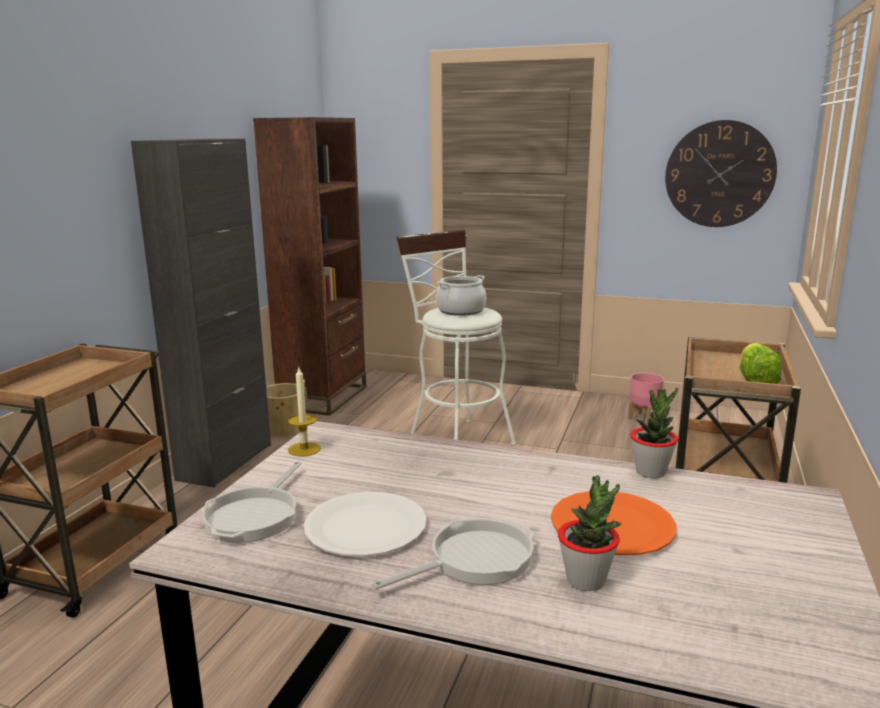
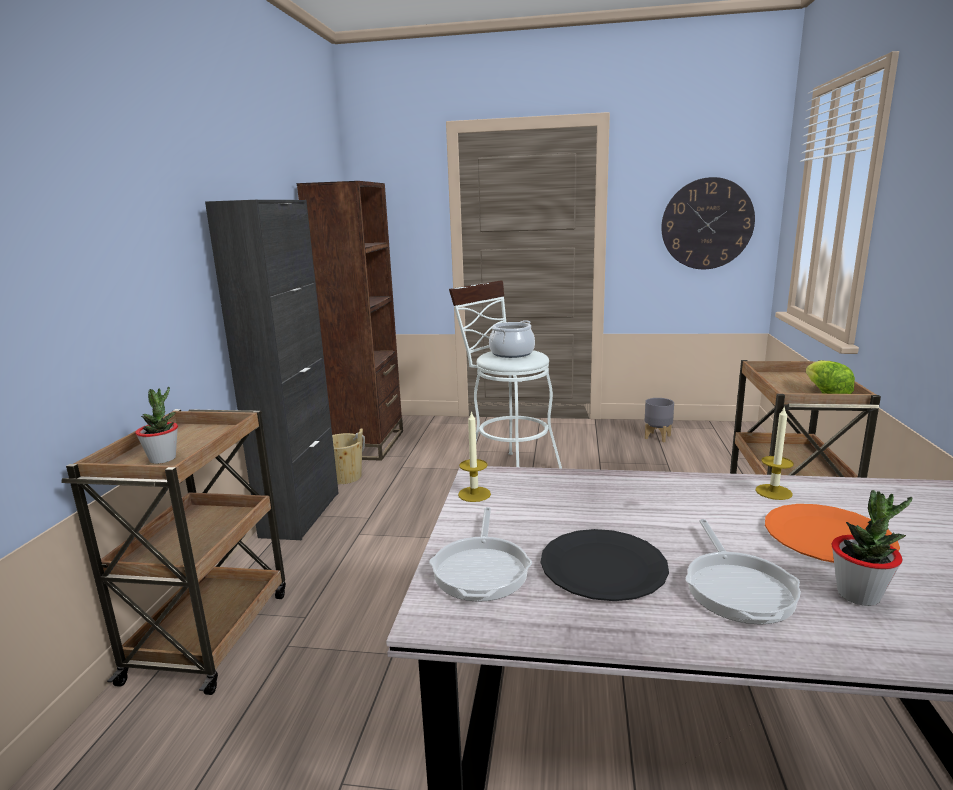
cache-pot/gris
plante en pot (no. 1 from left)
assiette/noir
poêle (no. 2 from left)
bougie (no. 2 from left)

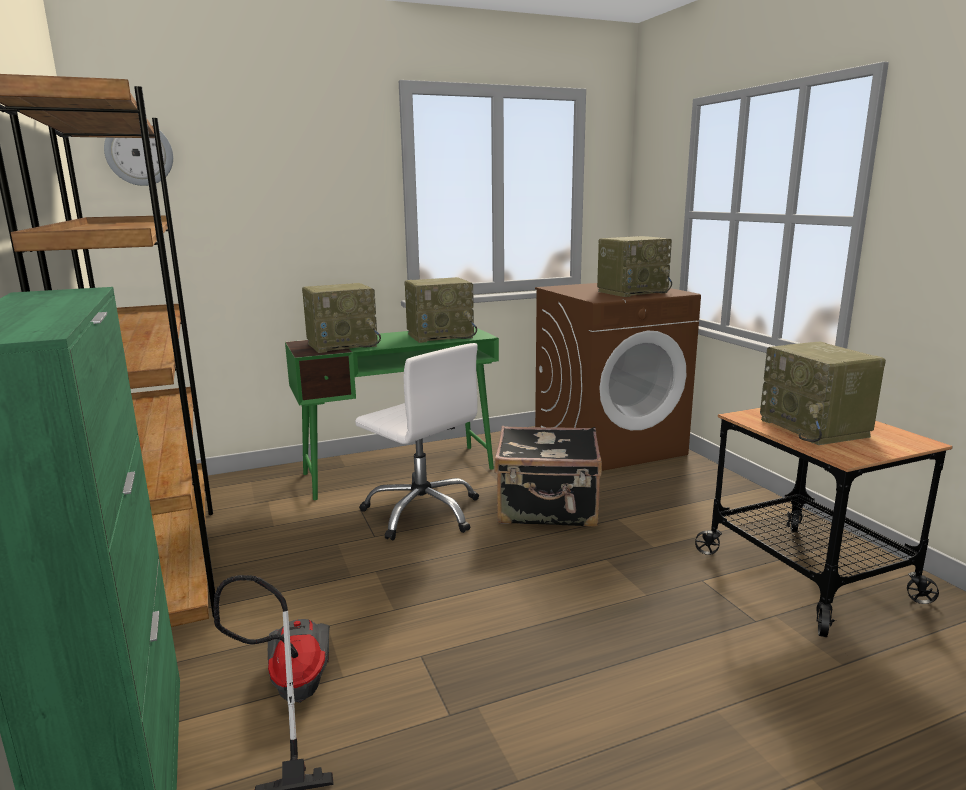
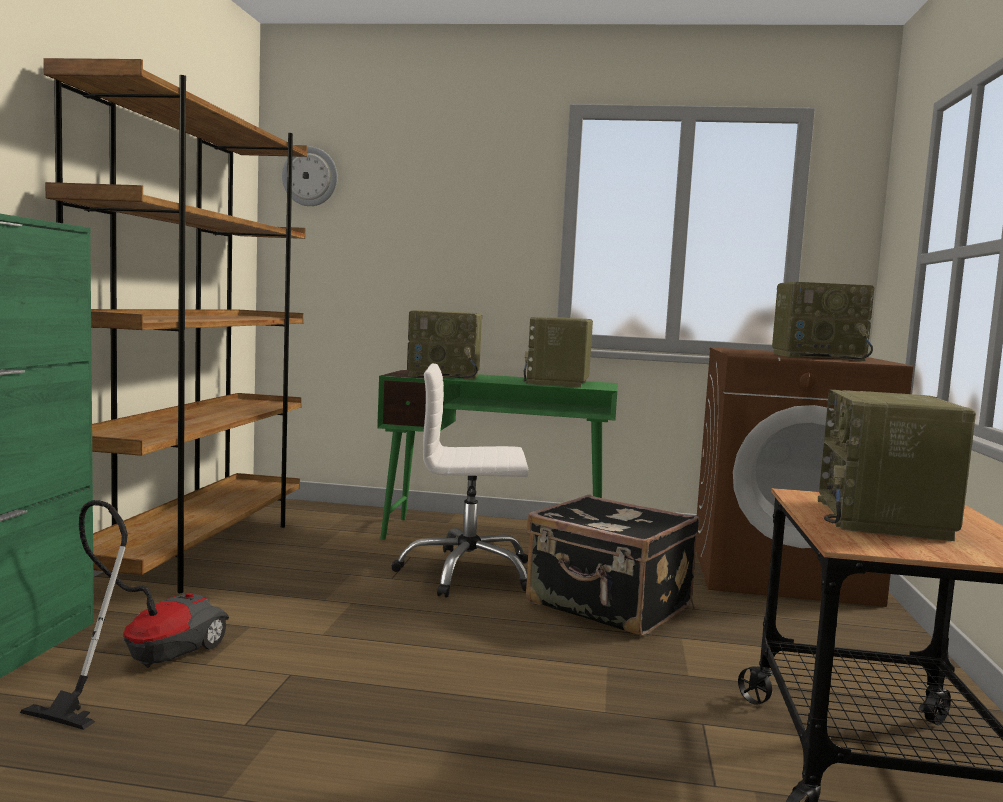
radio (no. 2 from left)
chaise de bureau/blanc

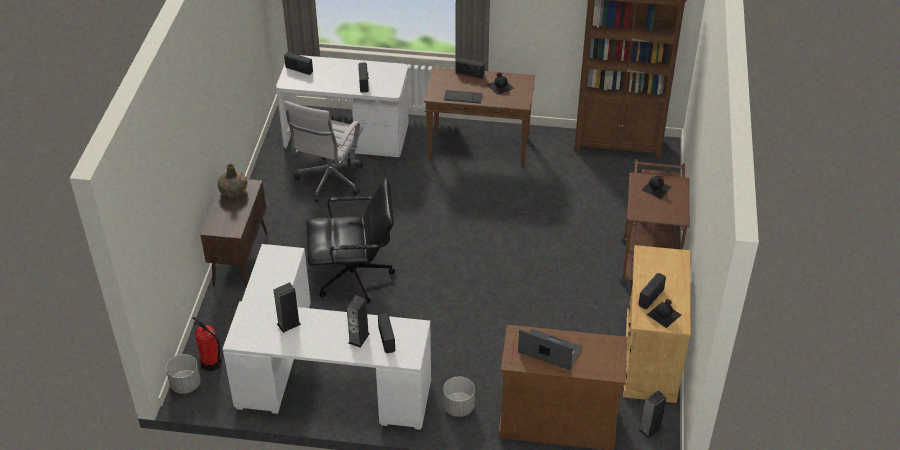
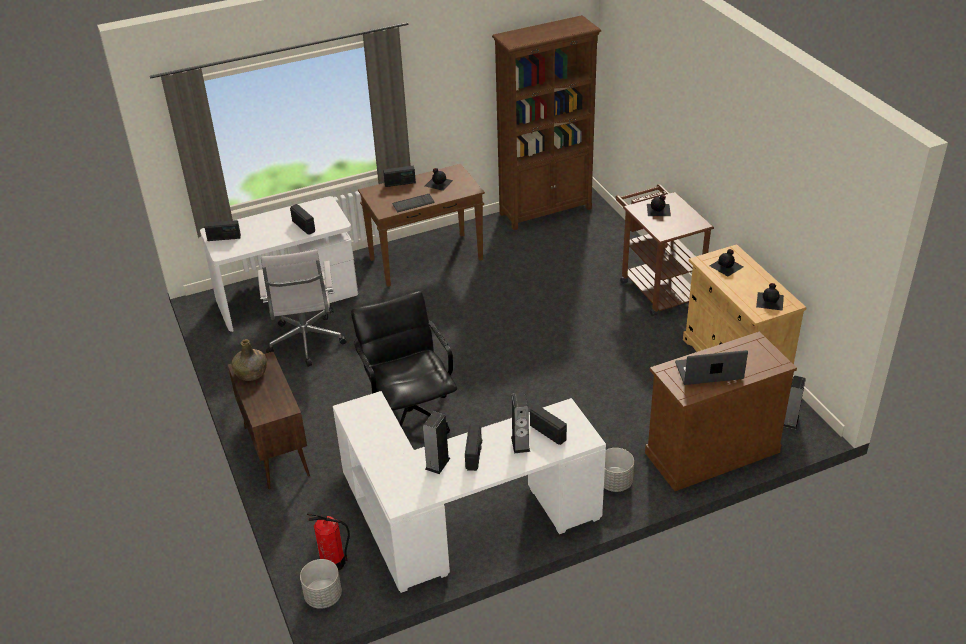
chaise de bureau/noir
radio (no. 4 from left)
bouteille/noir (no. 3 from left)

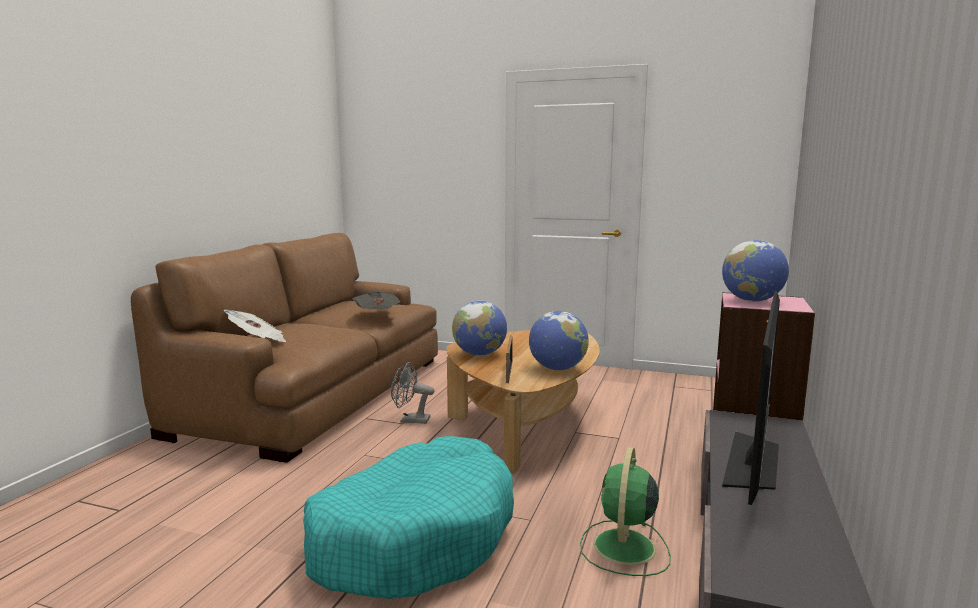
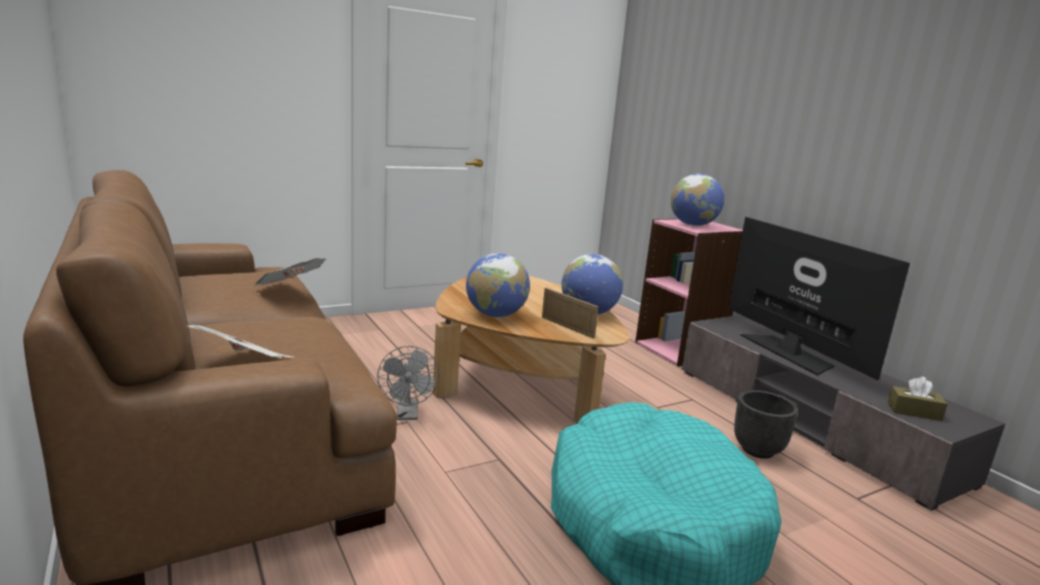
ventilateur/gris
cache-pot/noir
boîte à mouchoirs/marron

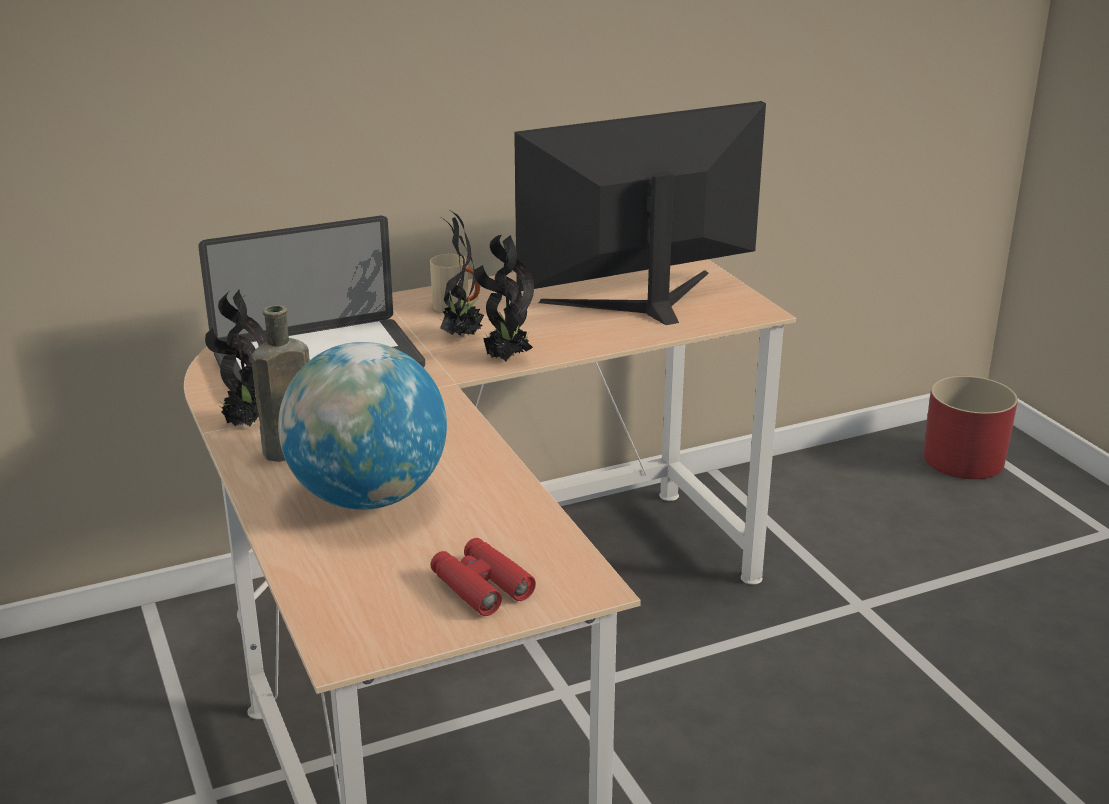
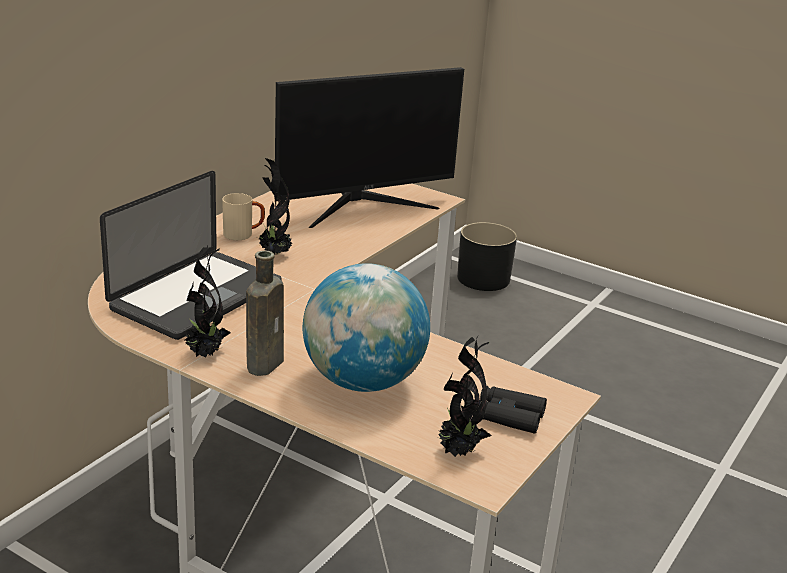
écran d'ordinateur
plante en pot (no. 3 from left)
cache-pot/noir
jumelles/noir

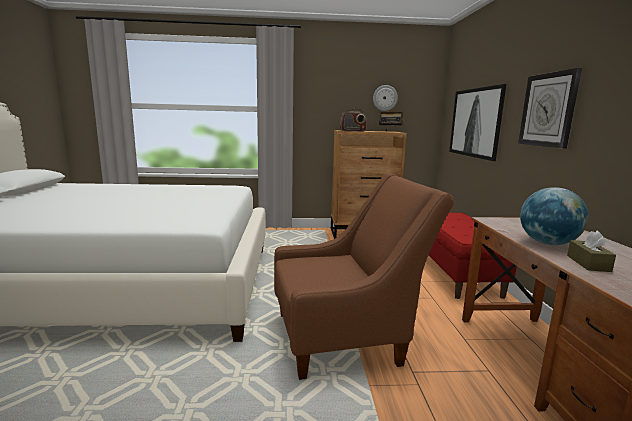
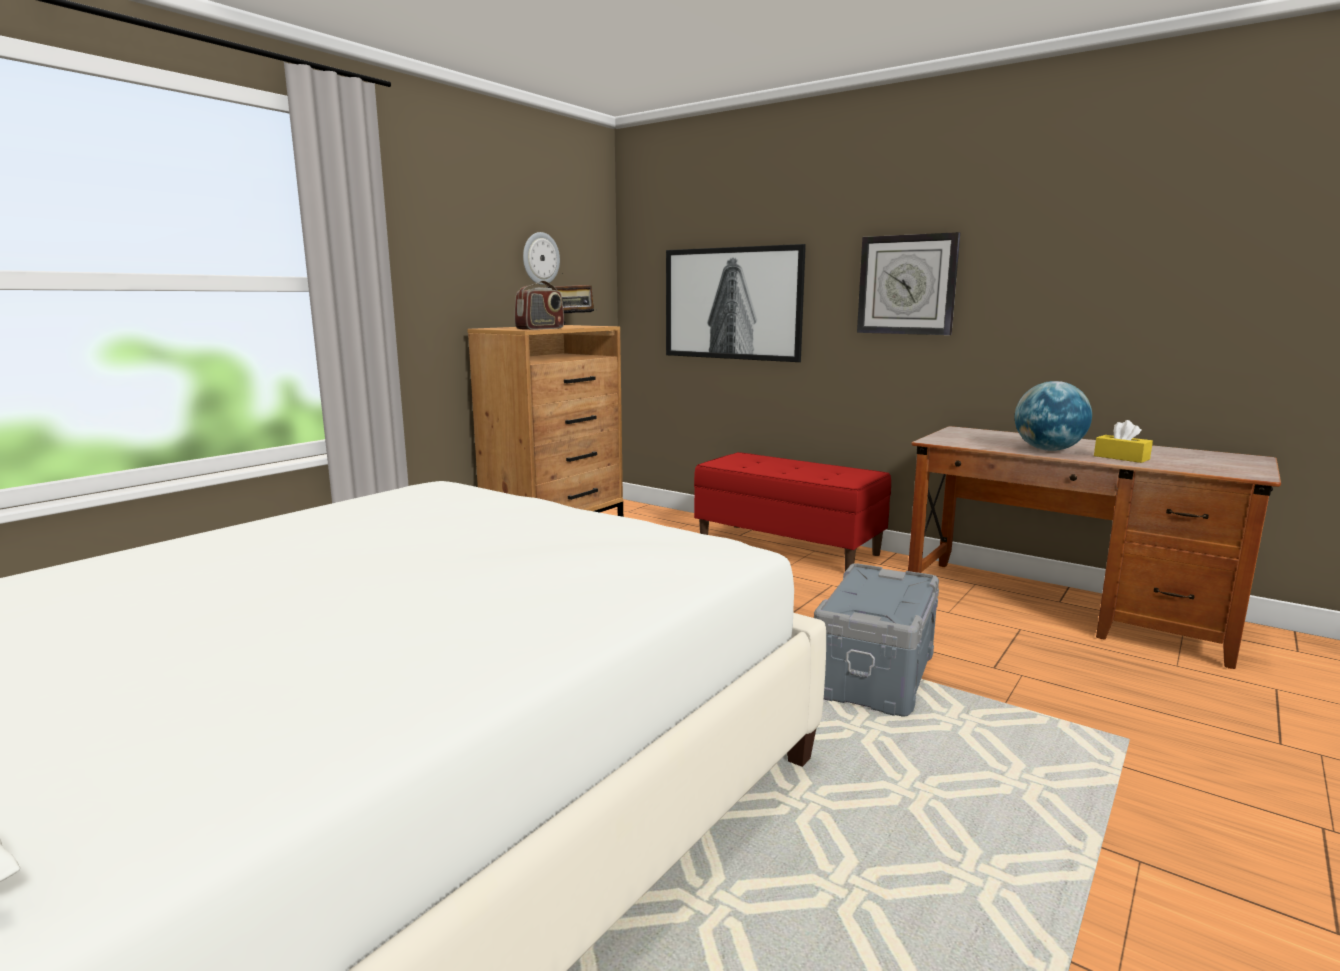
boîte de rangement/gris
boîte à mouchoirs/jaune

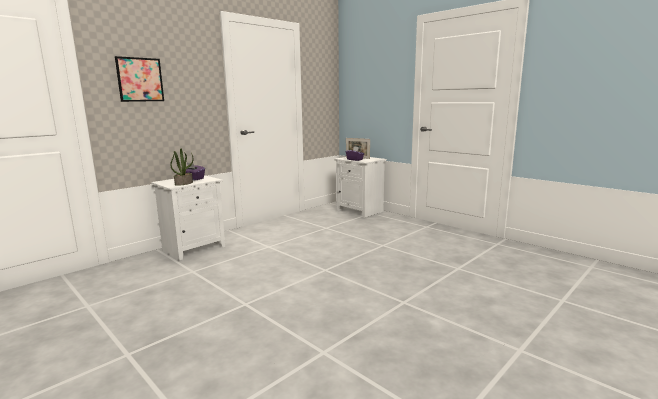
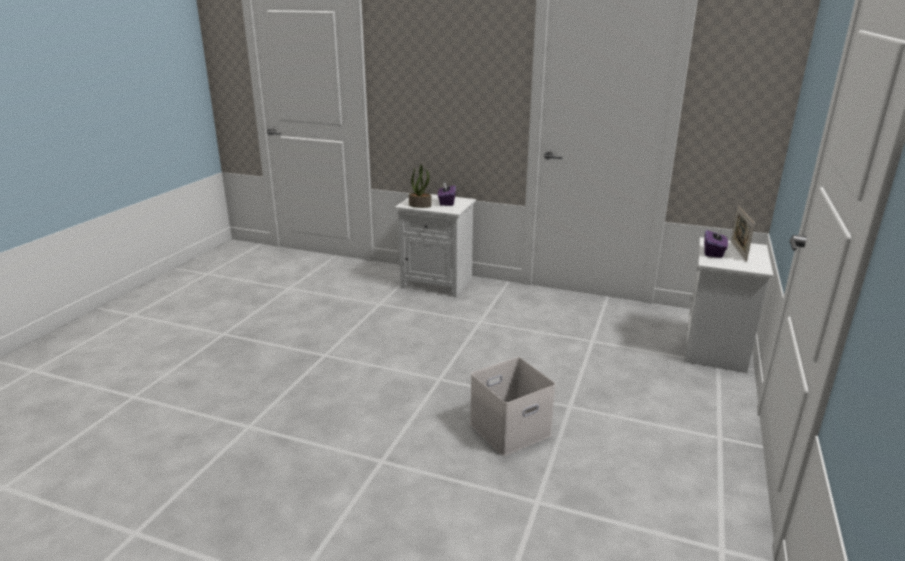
tableau
boîte de rangement/blanc

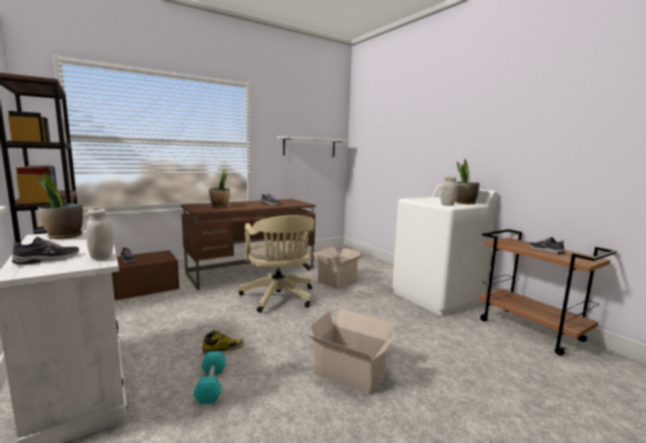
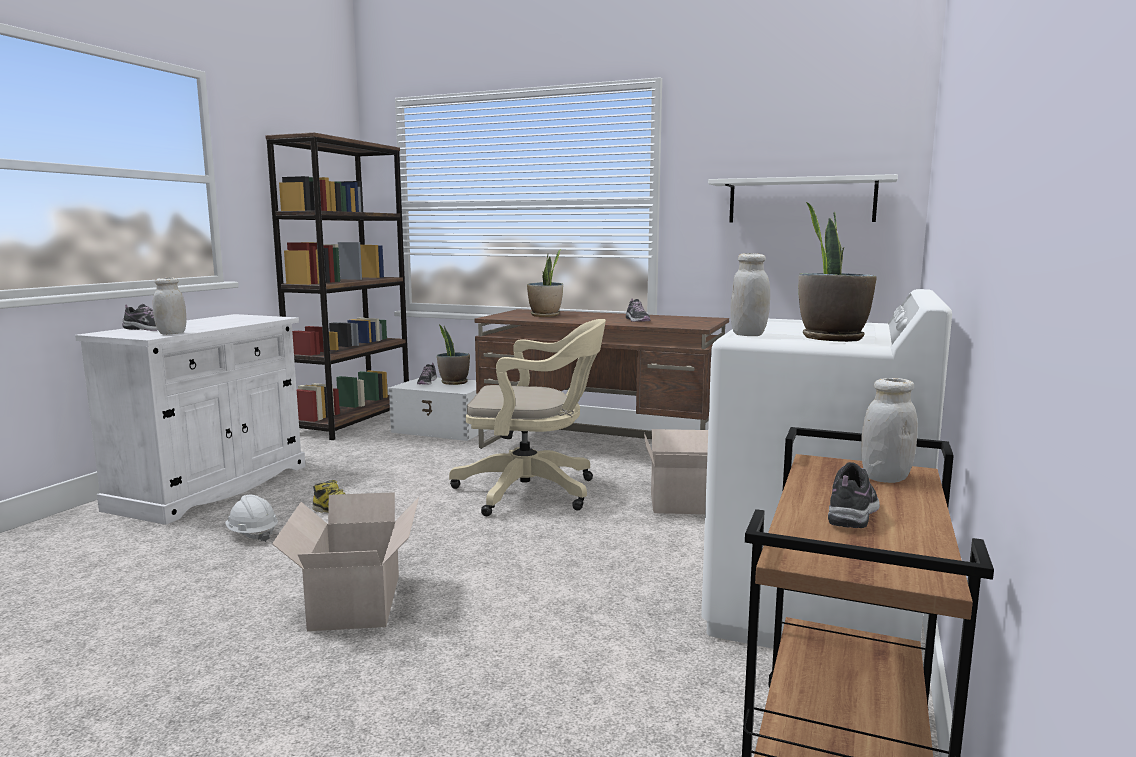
plante en pot (no. 1 from left)
chaise de bureau/beige
boîte de rangement/blanc
casque de chantier/blanc
bocal/blanc (no. 3 from left)

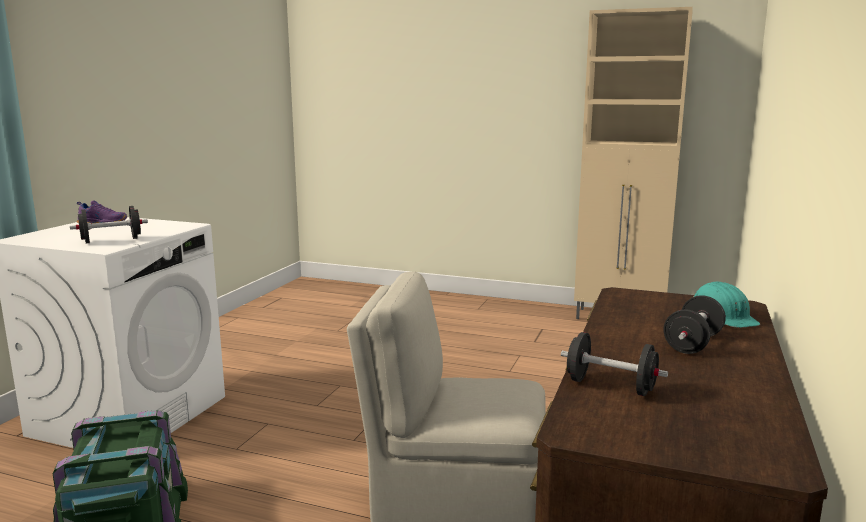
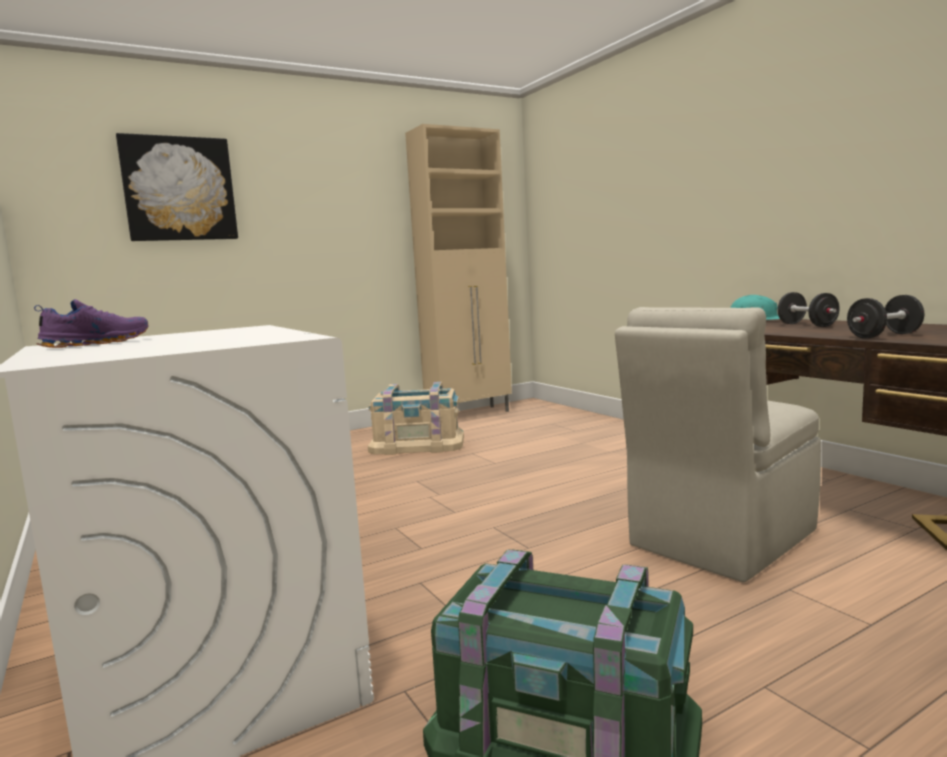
haltère/noir (no. 1 from left in the first image)
tableau
boîte de rangement/beige

